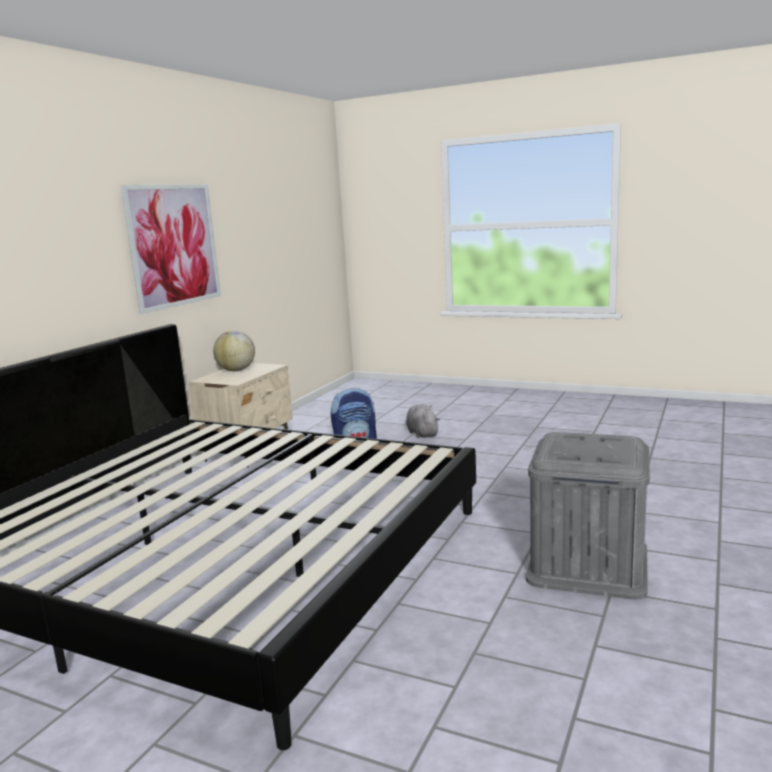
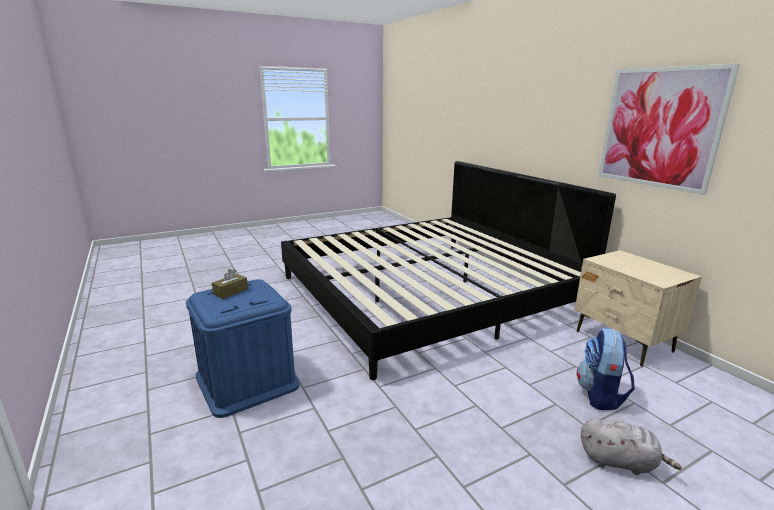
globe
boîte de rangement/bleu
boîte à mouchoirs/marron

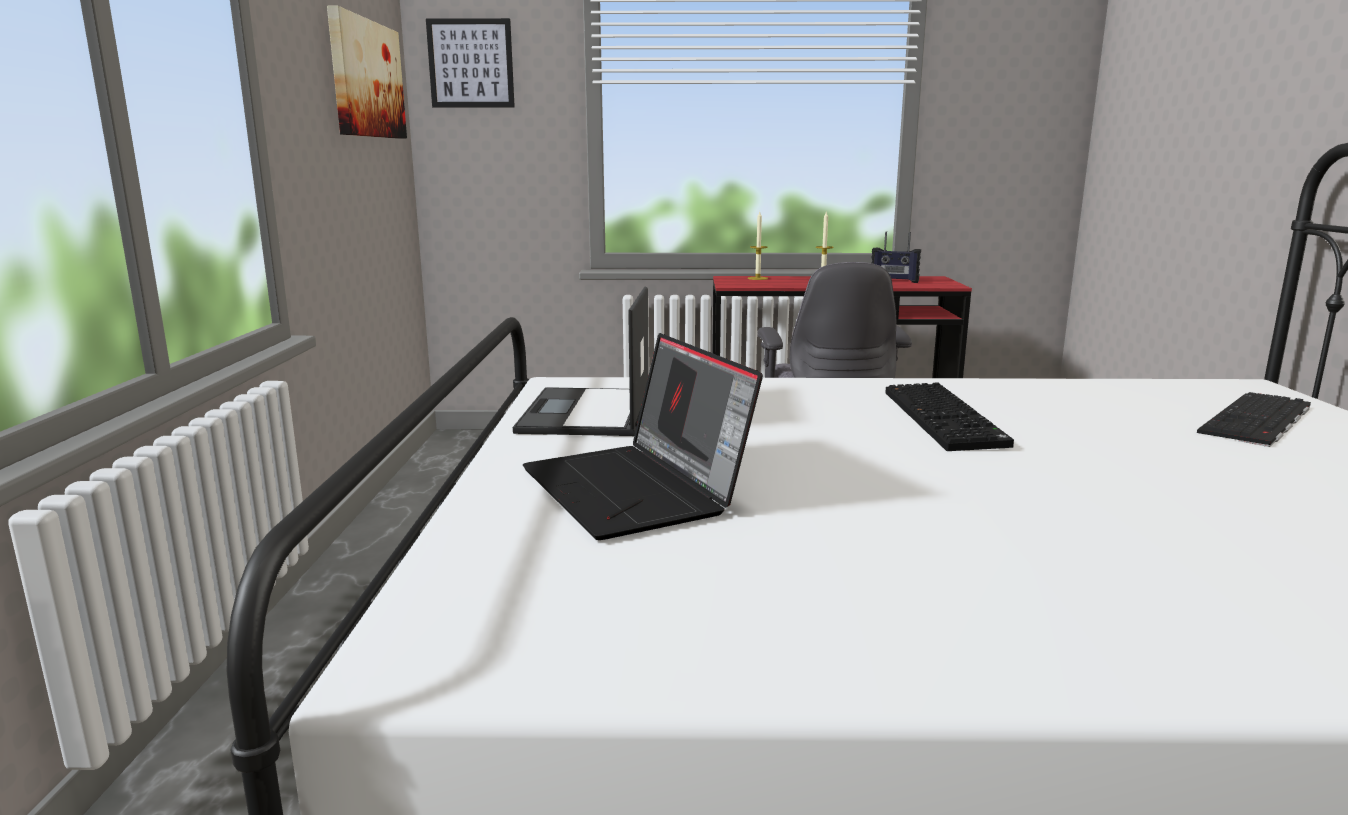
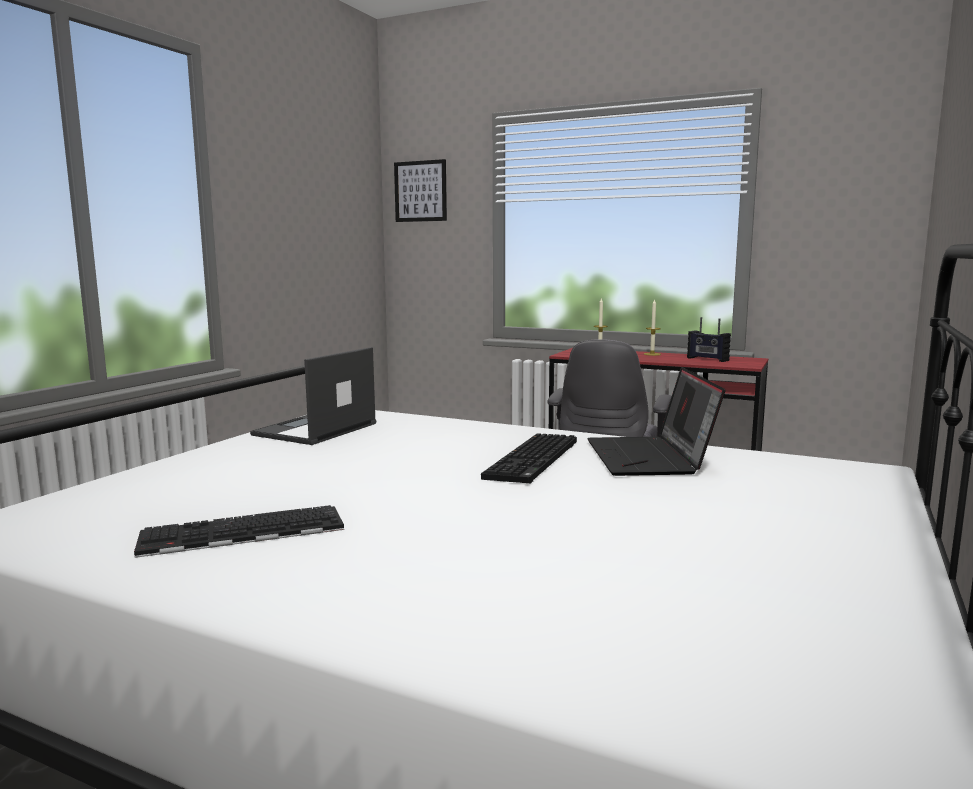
tableau (no. 1 from left in the first image)
ordinateur portable (no. 2 from left)
clavier (no. 1 from left)

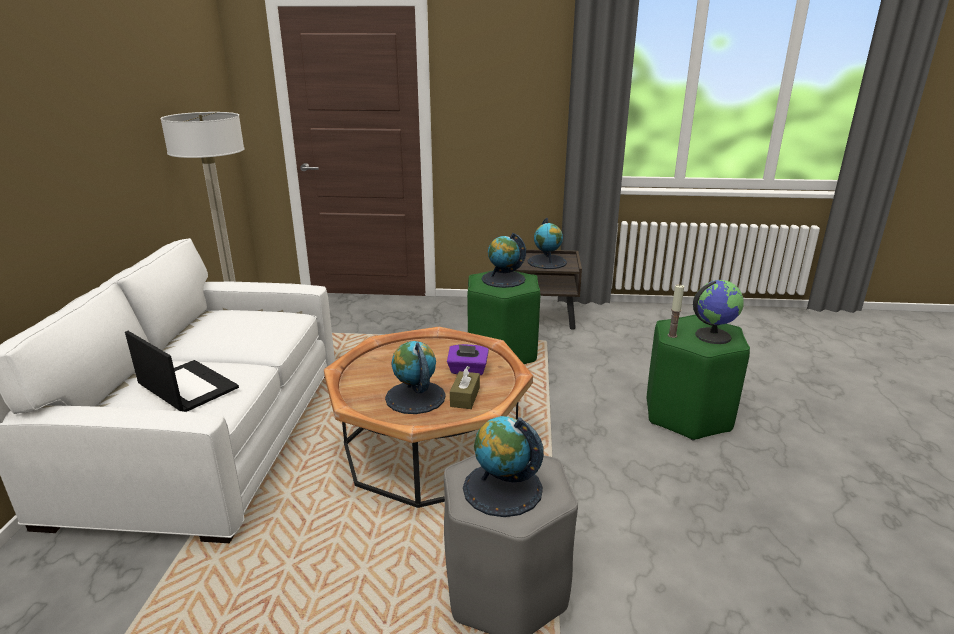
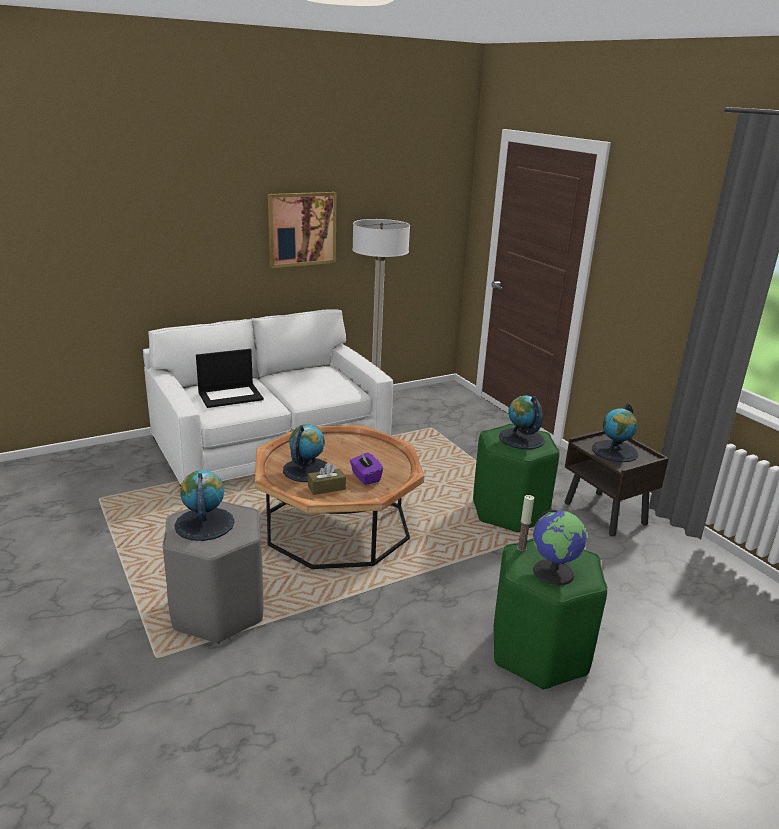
ordinateur portable
tableau

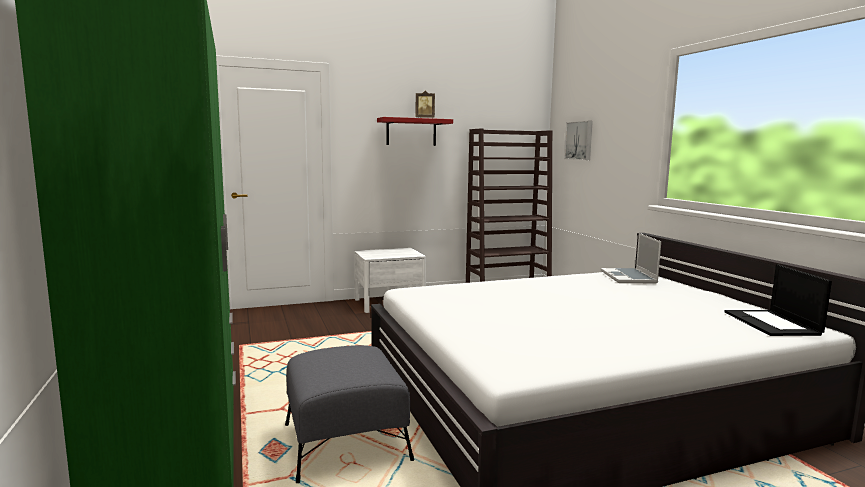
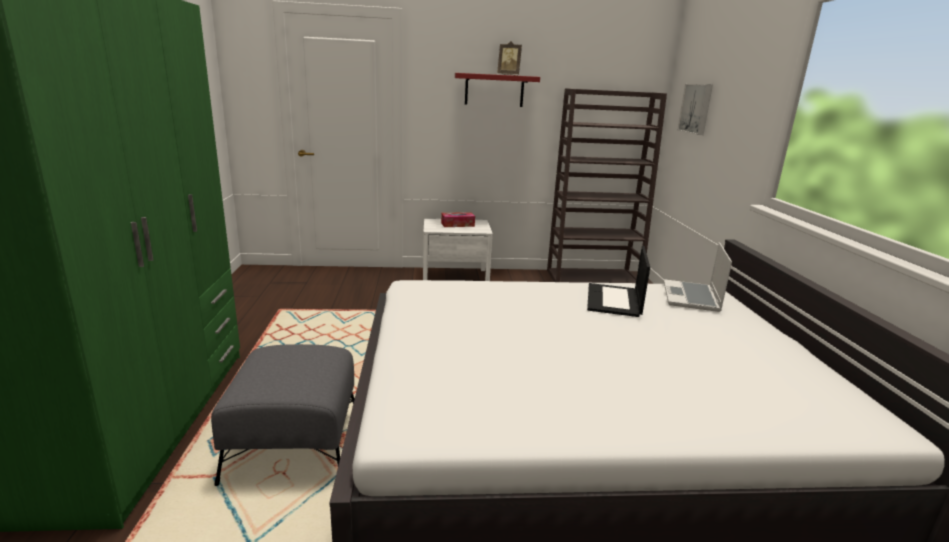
ordinateur portable (no. 1 from left)
boîte à mouchoirs

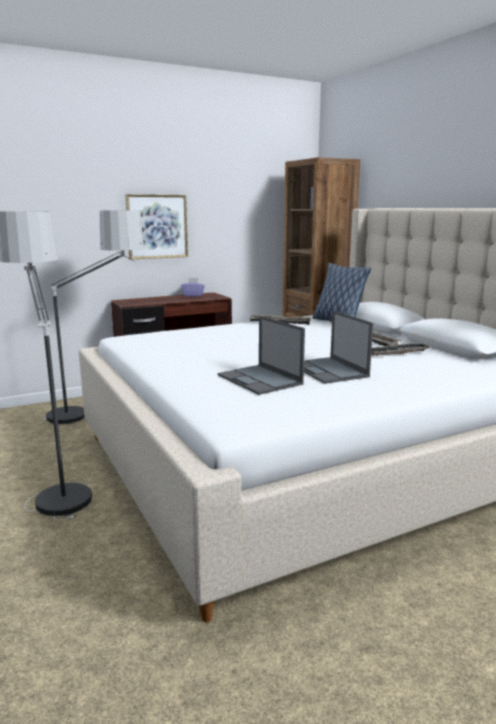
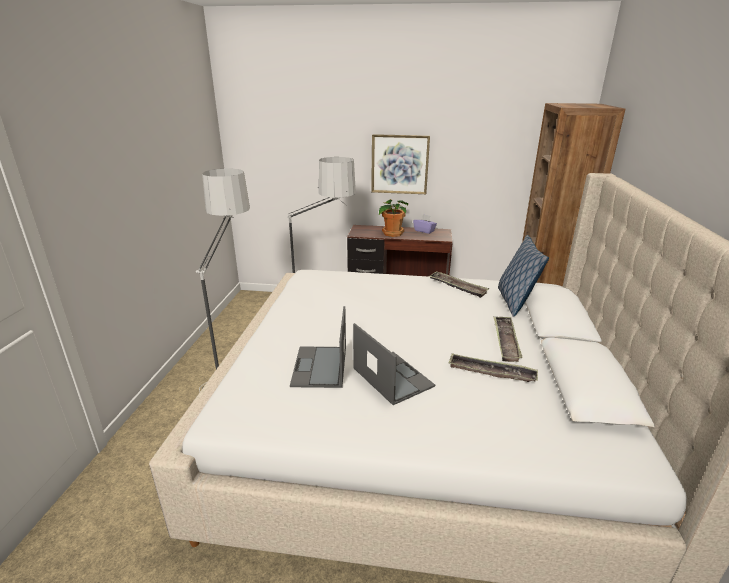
ordinateur portable (no. 2 from left)
plante en pot

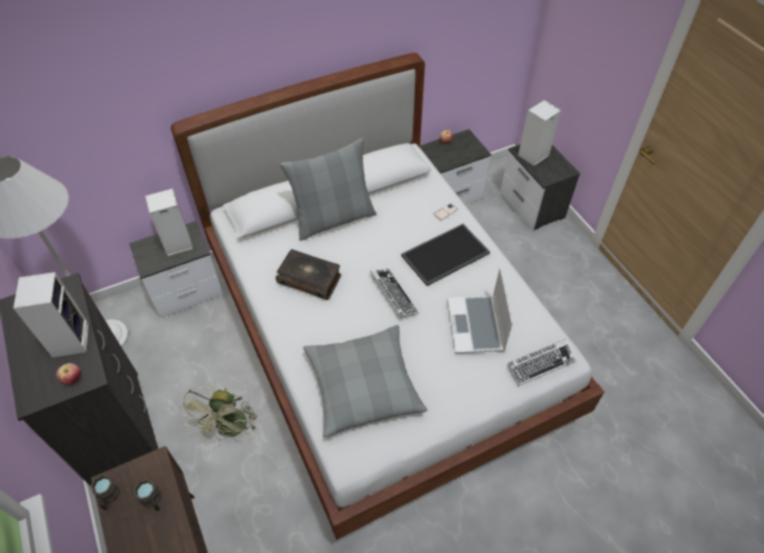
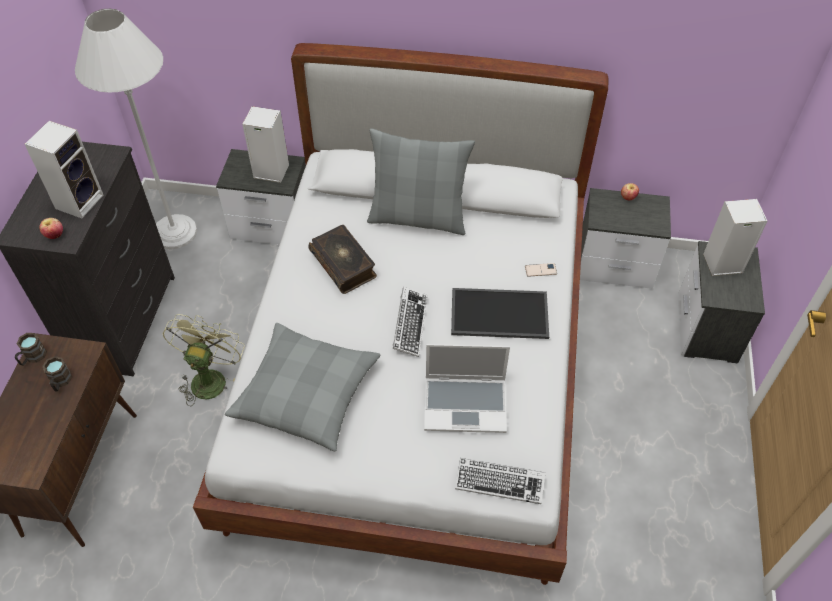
ordinateur portable
ventilateur/vert

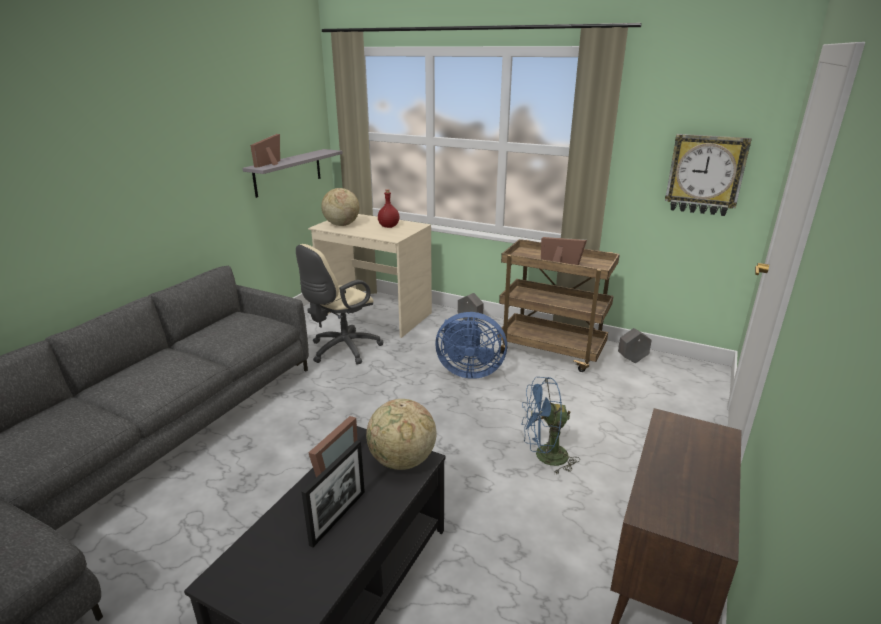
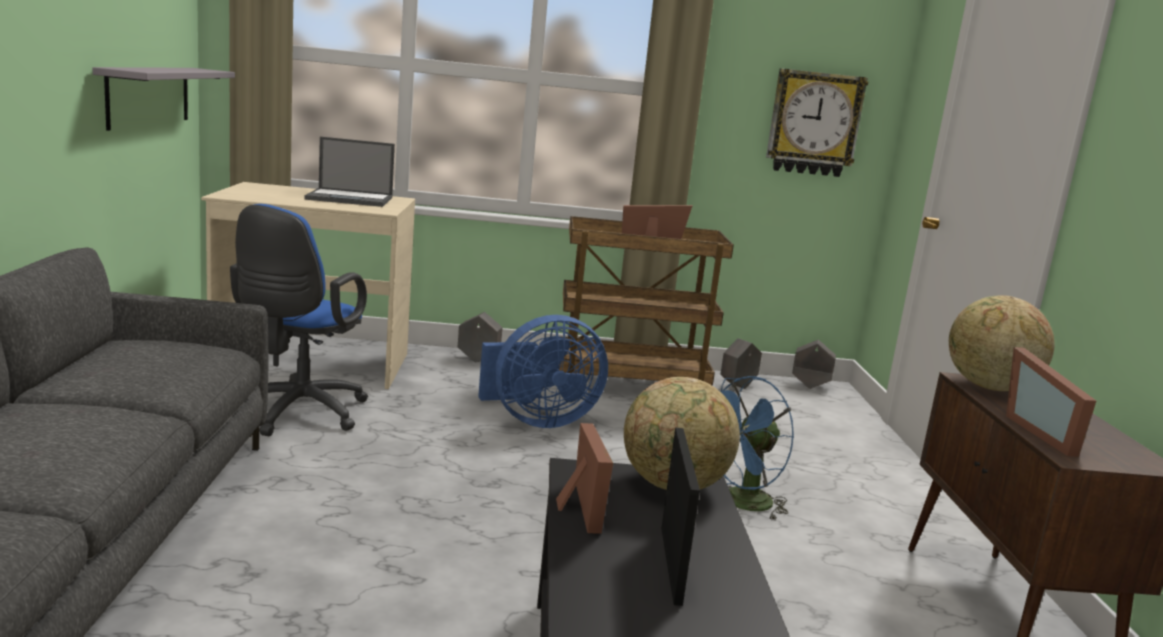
cadre photo (no. 4 from left)
globe (no. 2 from left)
ordinateur portable
chaise de bureau/bleu
cache-pot/gris (no. 3 from left)

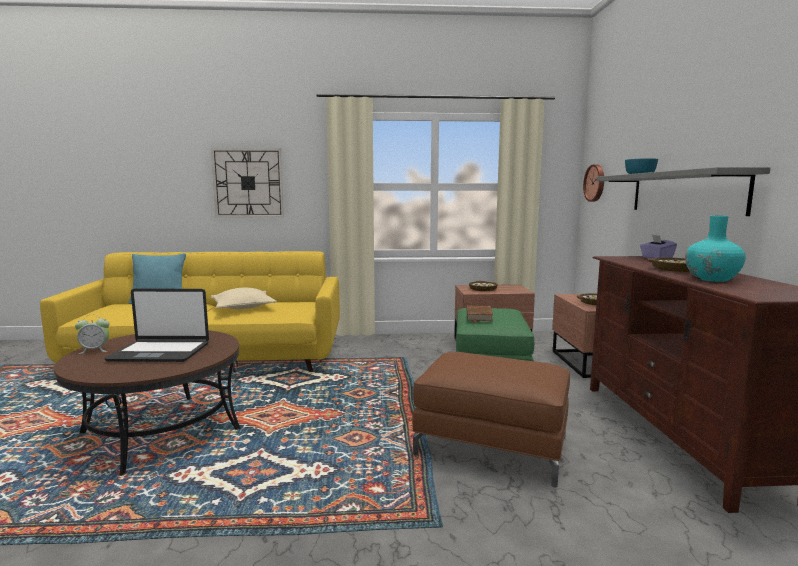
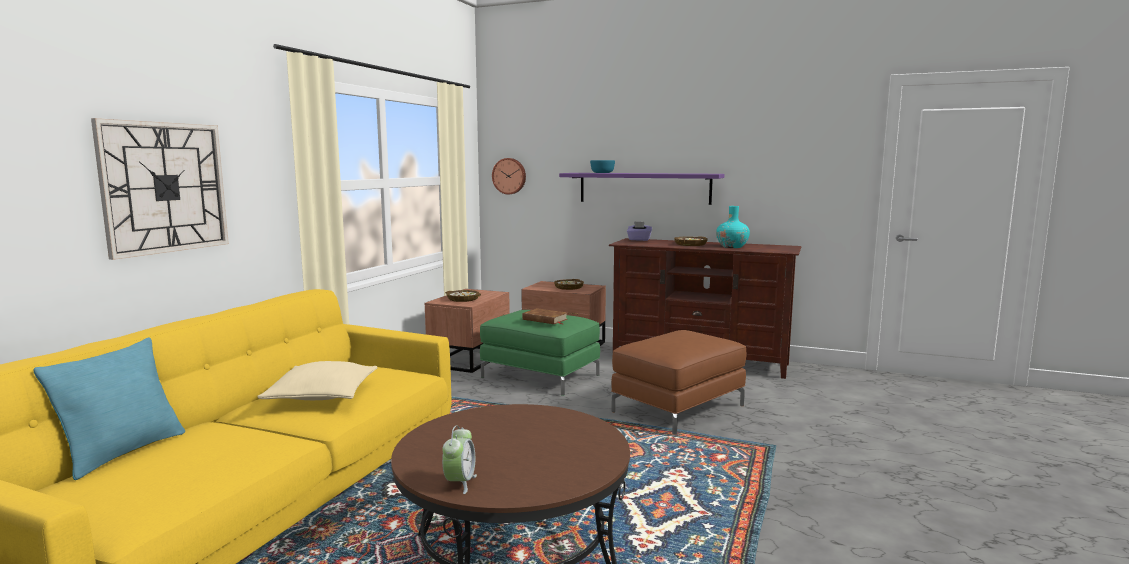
étagère/violet
ordinateur portable

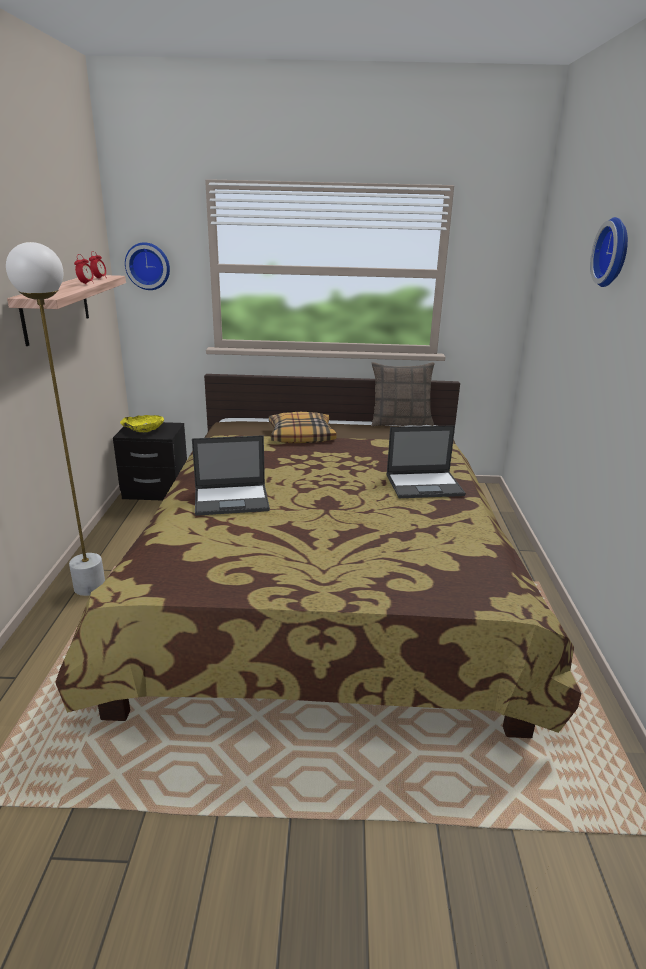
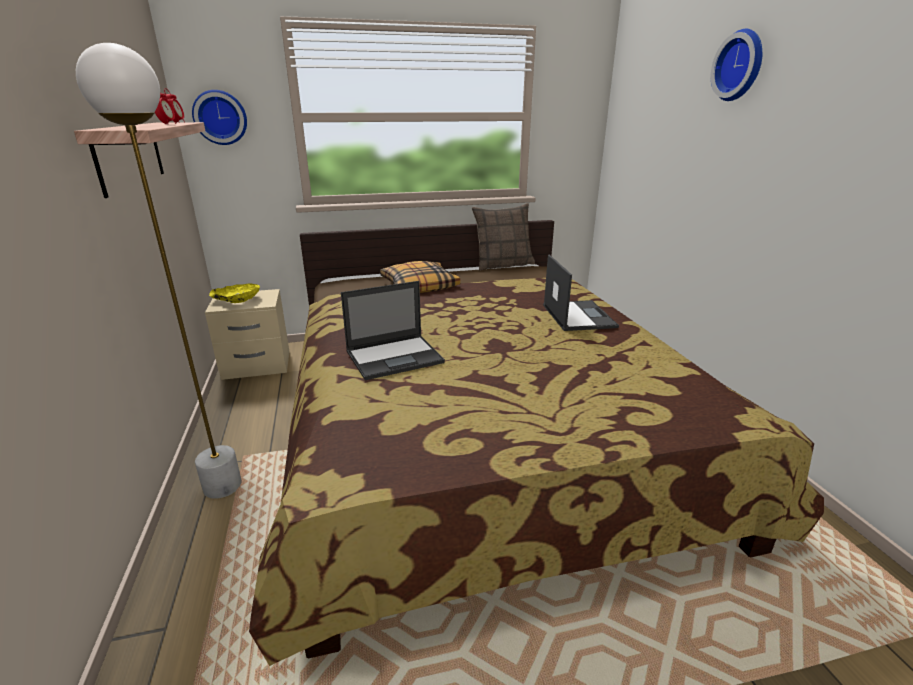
table de chevet/beige
ordinateur portable (no. 2 from left)

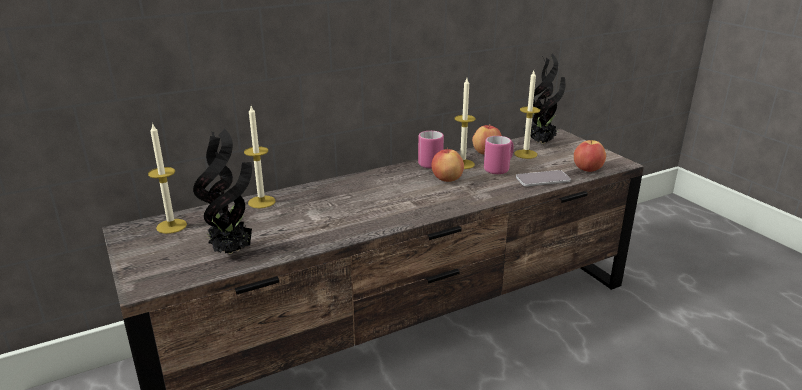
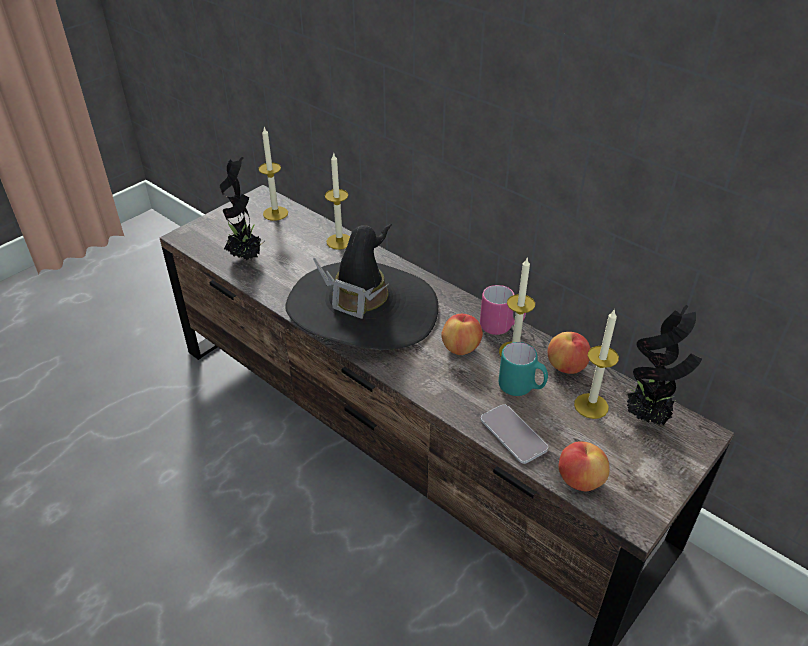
mug/turquoise
chapeau/noir

